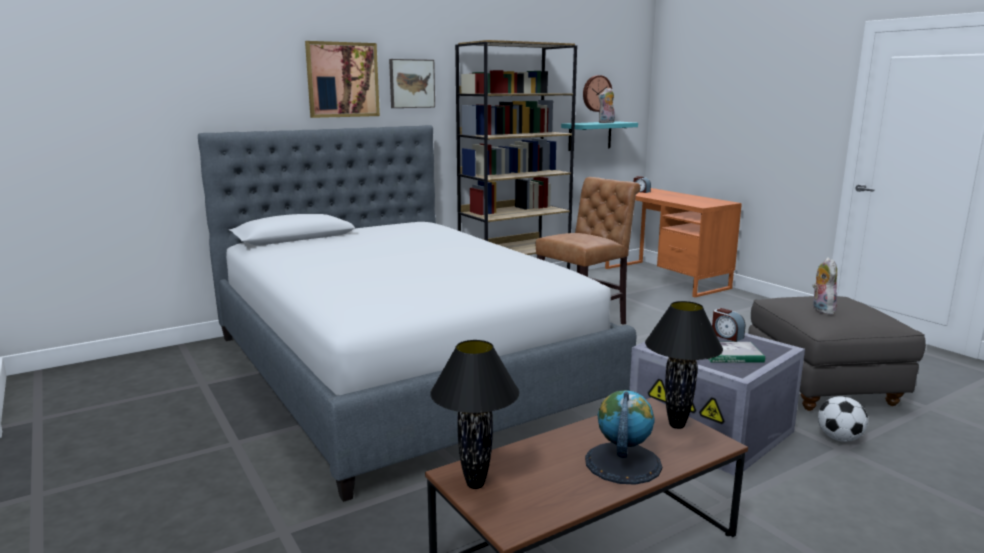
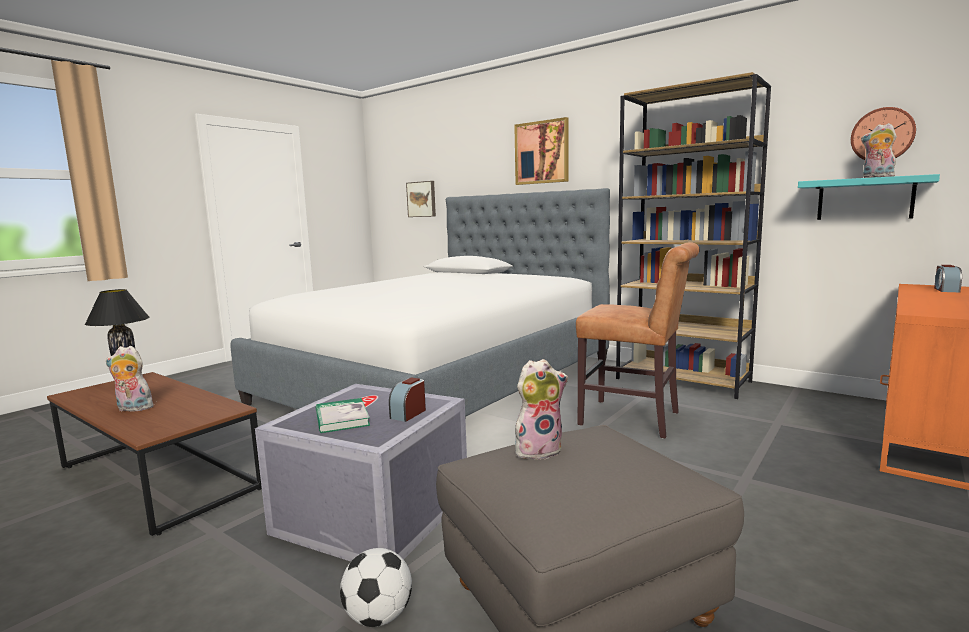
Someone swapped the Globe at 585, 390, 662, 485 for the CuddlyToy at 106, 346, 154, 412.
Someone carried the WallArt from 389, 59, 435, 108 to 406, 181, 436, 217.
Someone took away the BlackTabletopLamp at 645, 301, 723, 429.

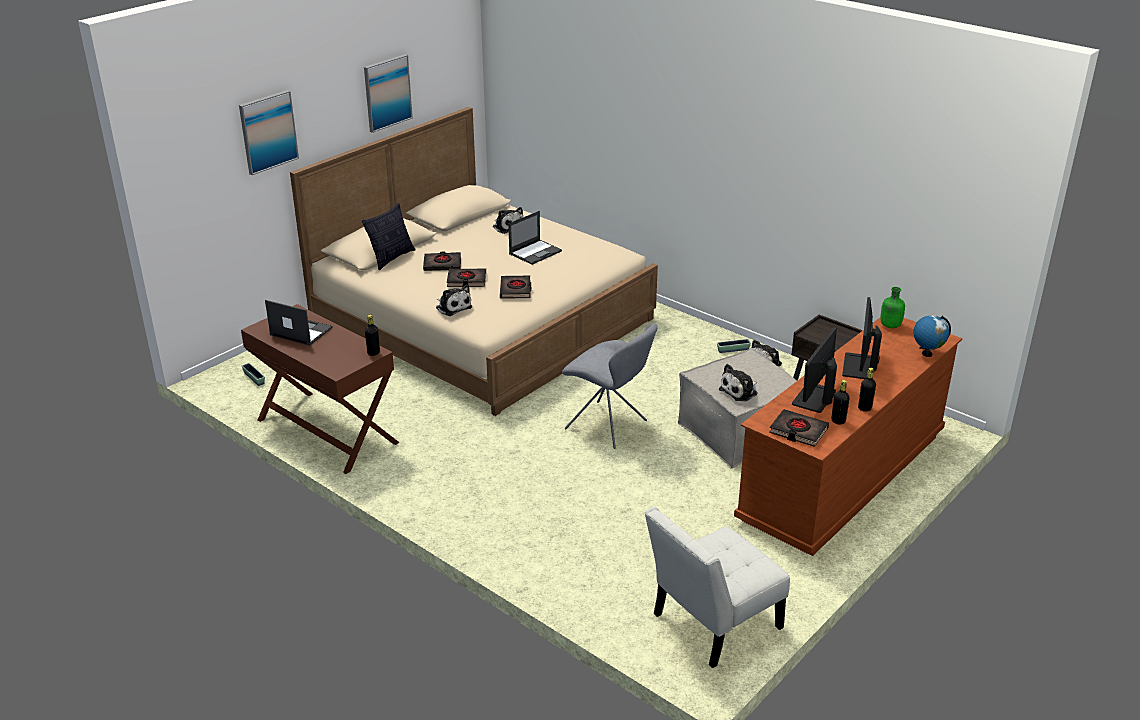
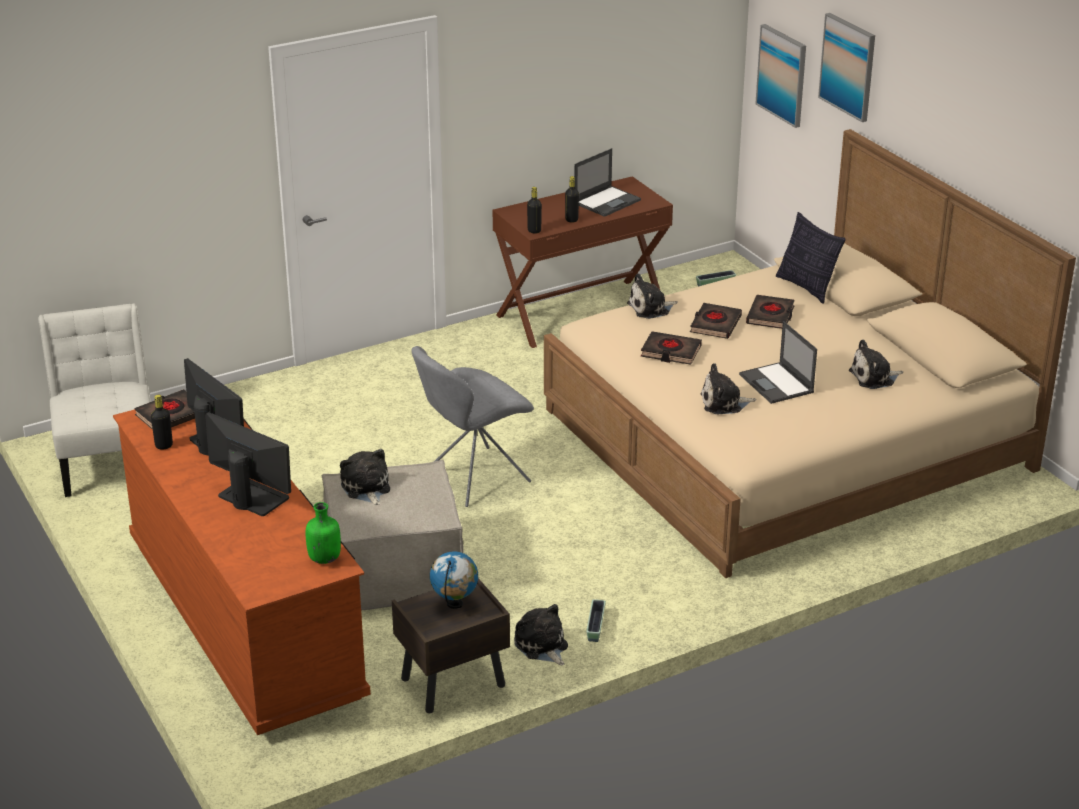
Someone carried the Globe from 913, 315, 951, 357 to 430, 551, 478, 609.
Someone carried the BlackBeverageBottle from 858, 368, 876, 412 to 565, 176, 579, 223.
Someone put down the CuddlyToy at 701, 363, 756, 414.
Someone carried the WallArt from 364, 54, 413, 133 to 755, 24, 806, 128.

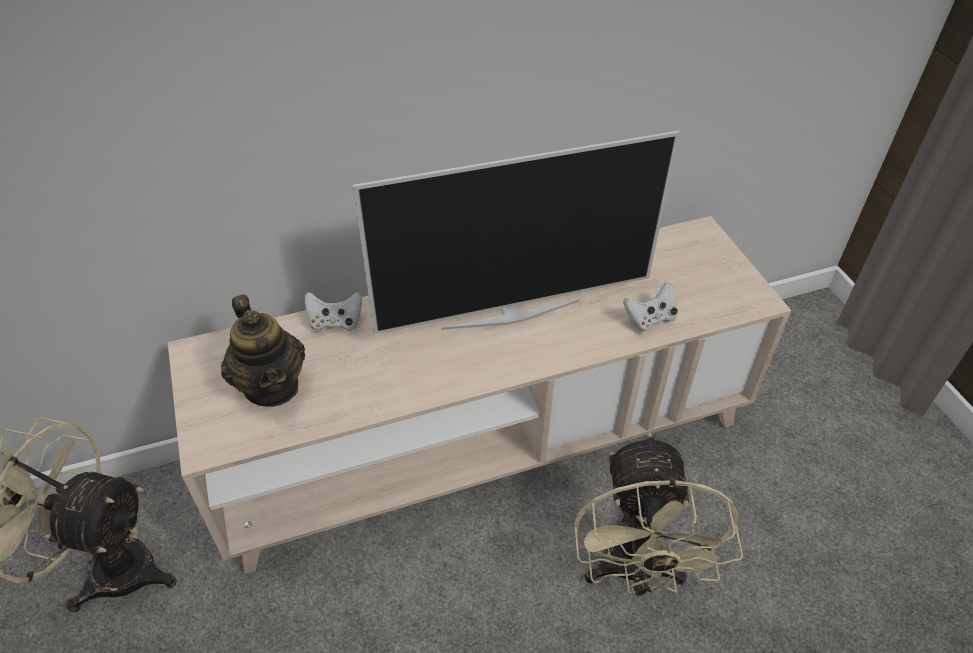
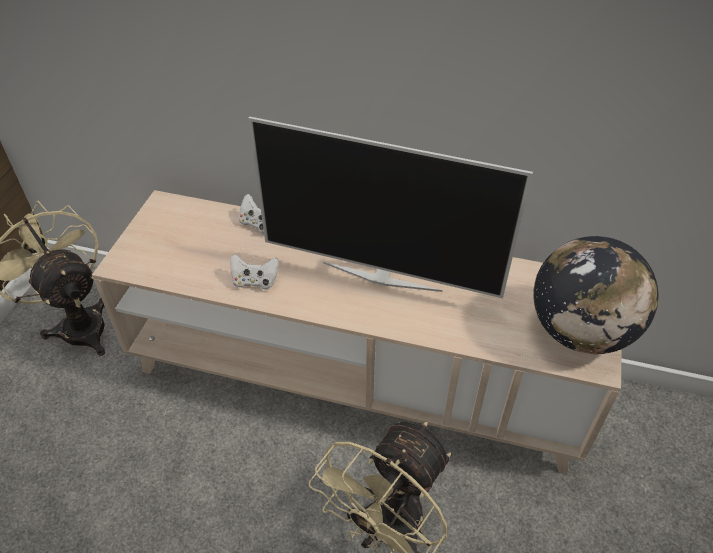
Someone carried the WhiteGameController from 623, 282, 678, 332 to 230, 254, 279, 290.
Someone put down the Globe at 533, 236, 658, 354.
Someone took away the Teapot at 221, 294, 305, 407.

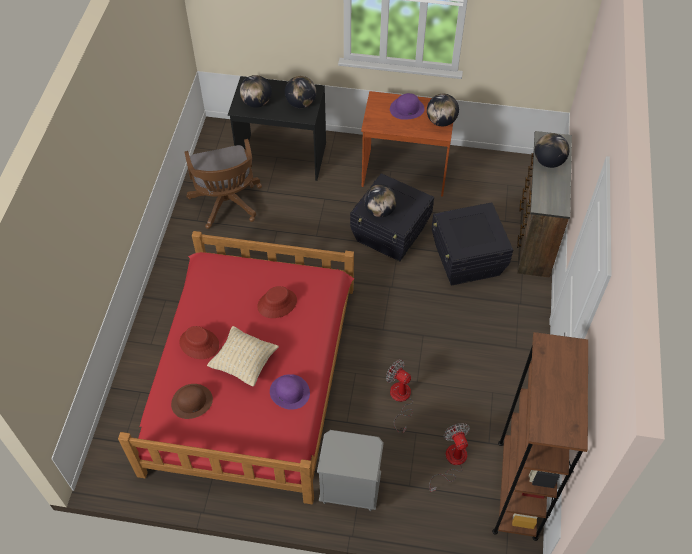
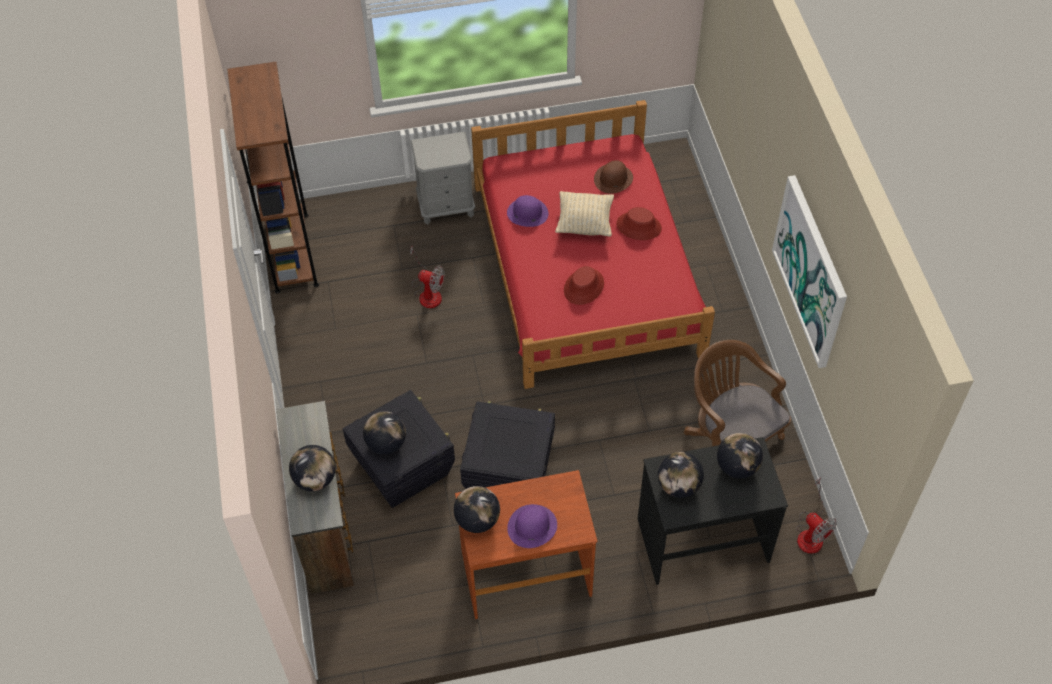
Someone carried the Globe from 364, 184, 397, 217 to 363, 411, 406, 454.
Someone put up the WallArt at 772, 175, 847, 368.
Someone carried the ElectricFan from 429, 423, 470, 492 to 796, 478, 837, 554.

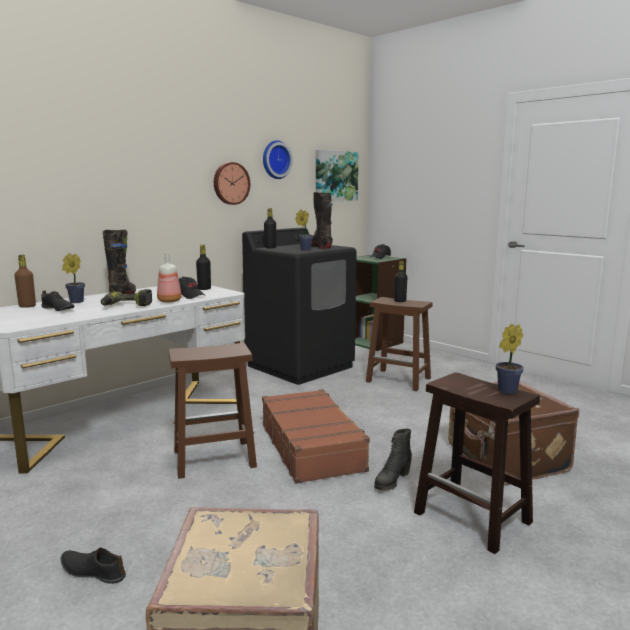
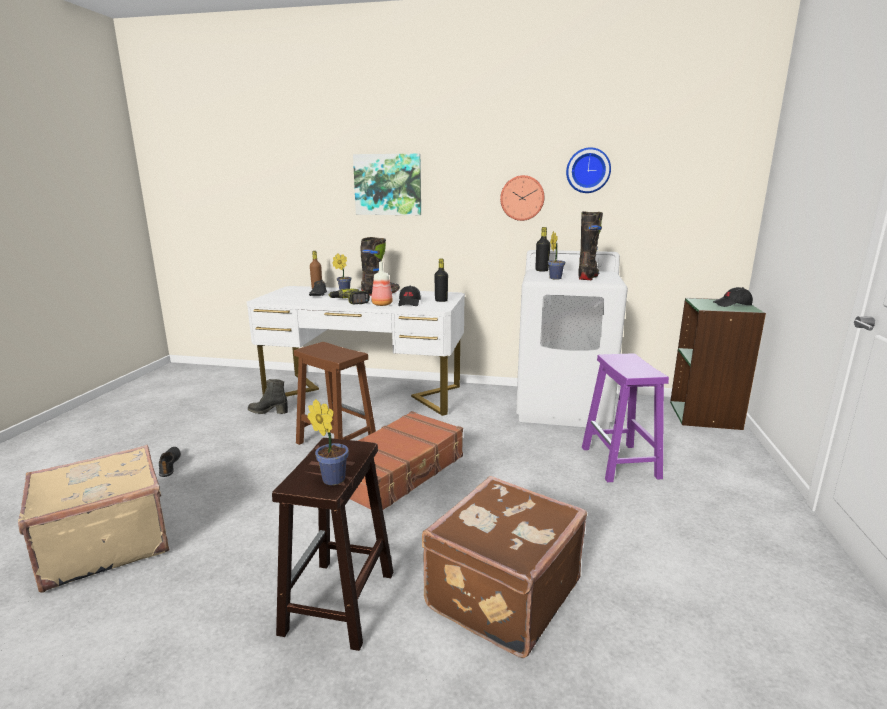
Someone carried the BlackBoot from 374, 428, 412, 491 to 248, 379, 288, 414.
Someone carried the WallArt from 316, 150, 359, 201 to 353, 154, 421, 215.
Someone repainted the BlackLaundryMachine at 242, 228, 357, 385, which became the WhiteLaundryMachine at 516, 250, 628, 429.
Someone repainted the BrownSittingStool at 366, 297, 433, 391, which became the PurpleSittingStool at 582, 353, 669, 482.
Someone took away the BlackBeverageBottle at 394, 261, 407, 302.

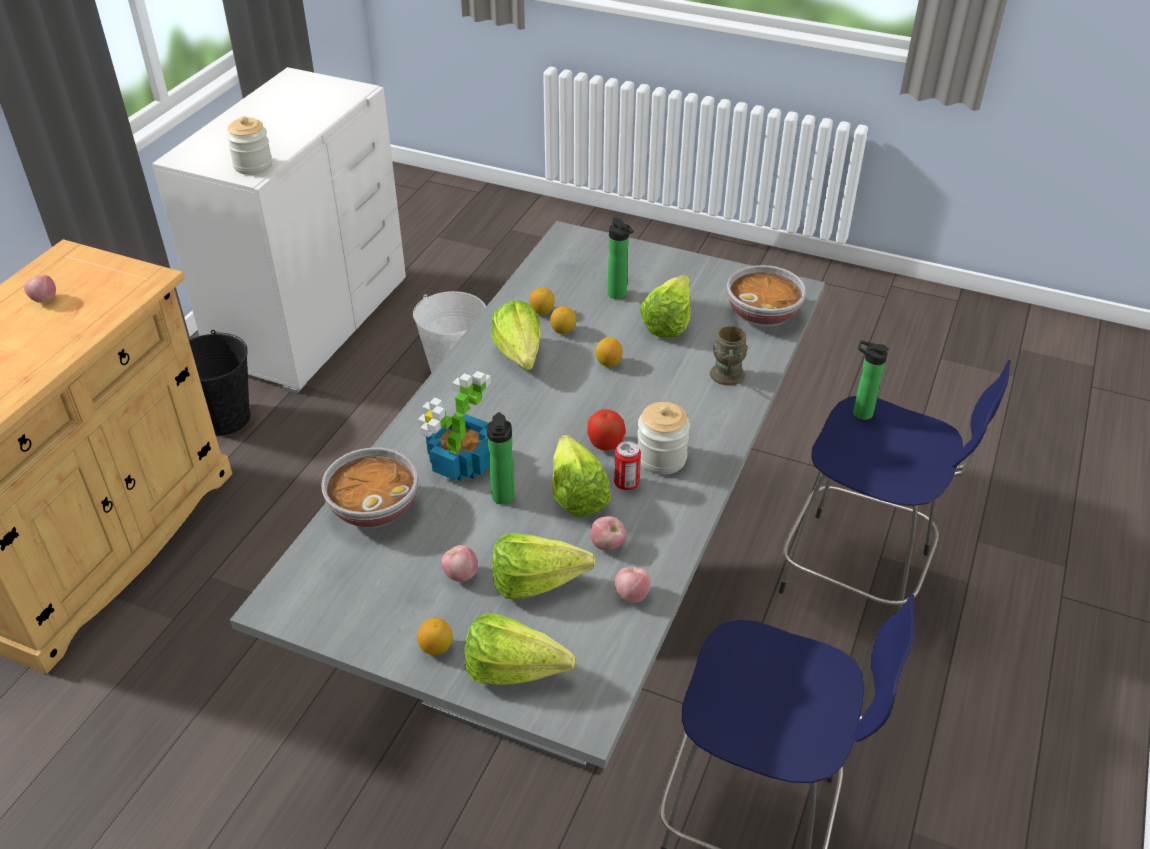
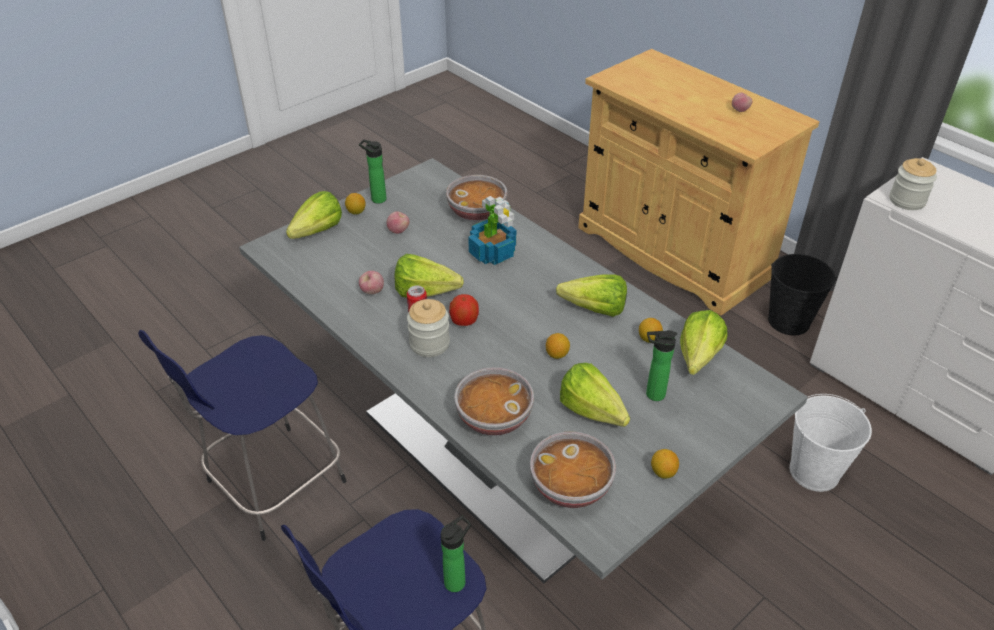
Someone carried the BeverageBottle from 487, 412, 515, 505 to 359, 139, 387, 204.
Someone swapped the BrownTeaMug at 710, 326, 748, 386 for the DeepDish at 454, 367, 534, 436.
Someone carried the WholeLemon from 550, 306, 576, 334 to 651, 449, 679, 479.
Someone carried the LettuceHead from 492, 533, 596, 599 to 680, 310, 727, 375.
Someone took away the WholeApple at 615, 566, 651, 603.

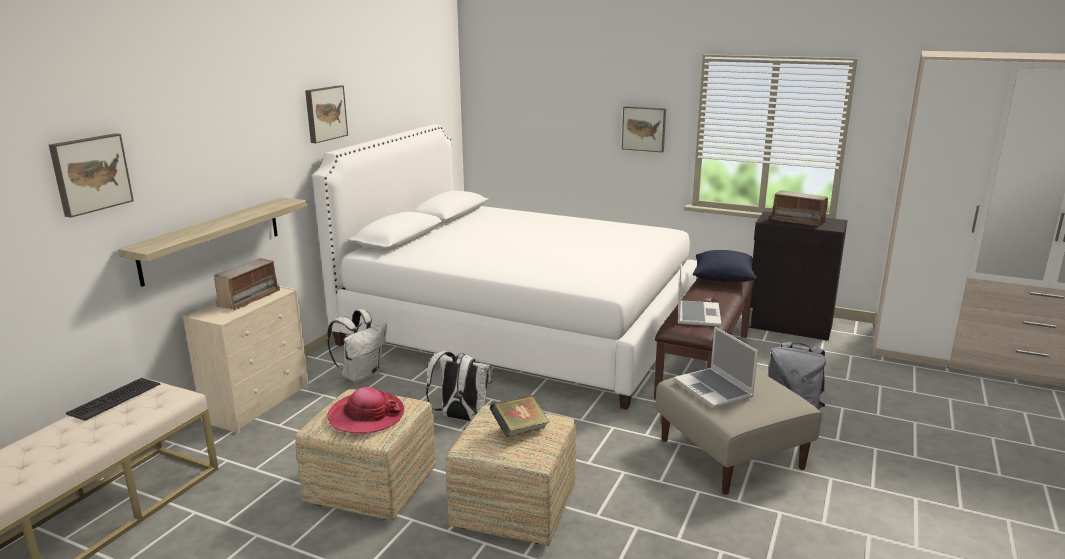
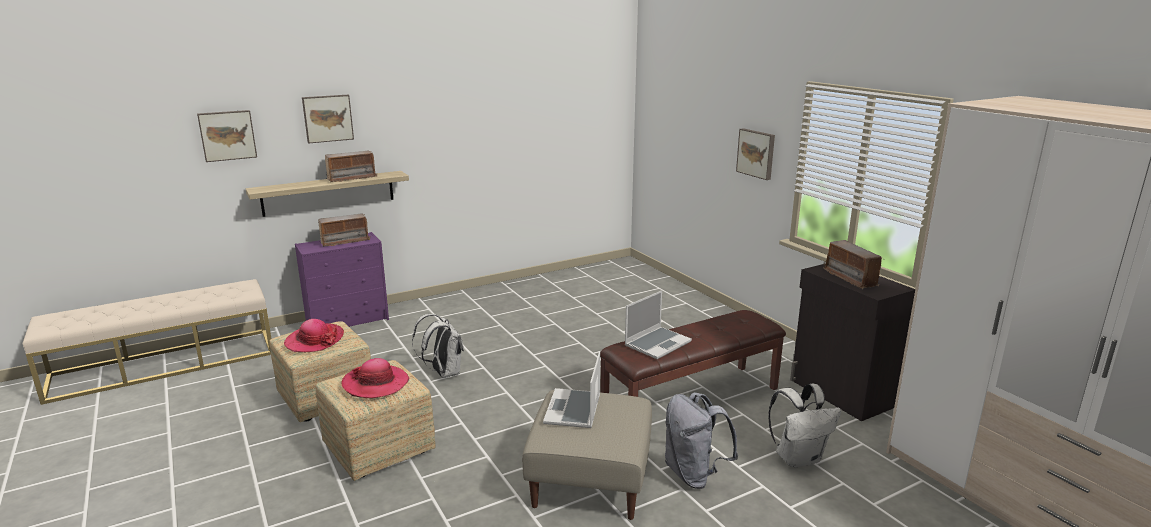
Someone repainted the BeigeColouredChestOfDrawers at 183, 285, 309, 433, which became the PurpleChestOfDrawers at 295, 232, 389, 327.
Someone carried the WallArt from 305, 85, 348, 143 to 302, 95, 354, 143.
Someone put down the Radio at 325, 151, 378, 183.
Someone swapped the Volume at 490, 395, 550, 437 for the Hat at 341, 358, 409, 398.
Someone carried the WhiteKnapsack from 327, 309, 387, 383 to 768, 384, 841, 468.
Someone took away the Keyboard at 66, 378, 160, 421.
Someone took away the WhiteSleepingBed at 312, 125, 698, 409.
Someone took away the BlueThrowPillow at 693, 250, 758, 282.

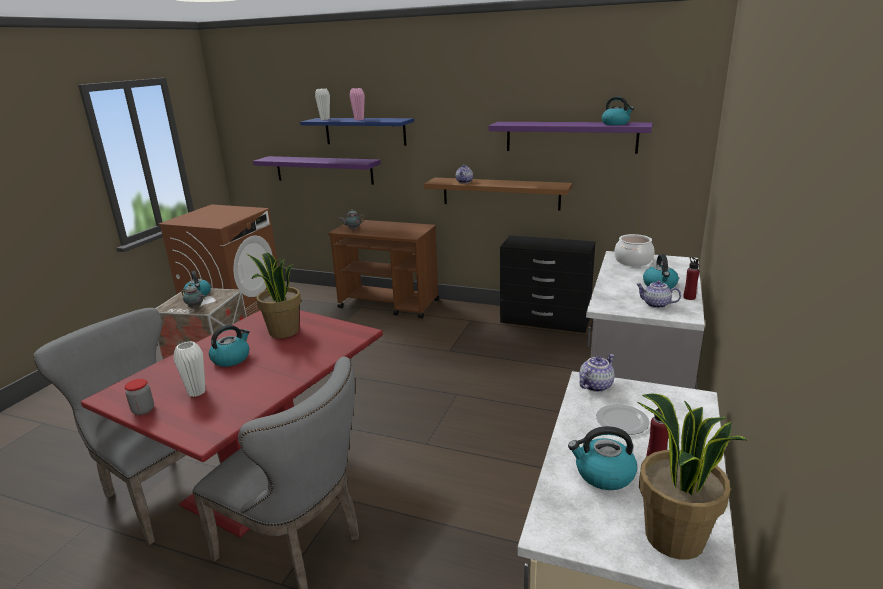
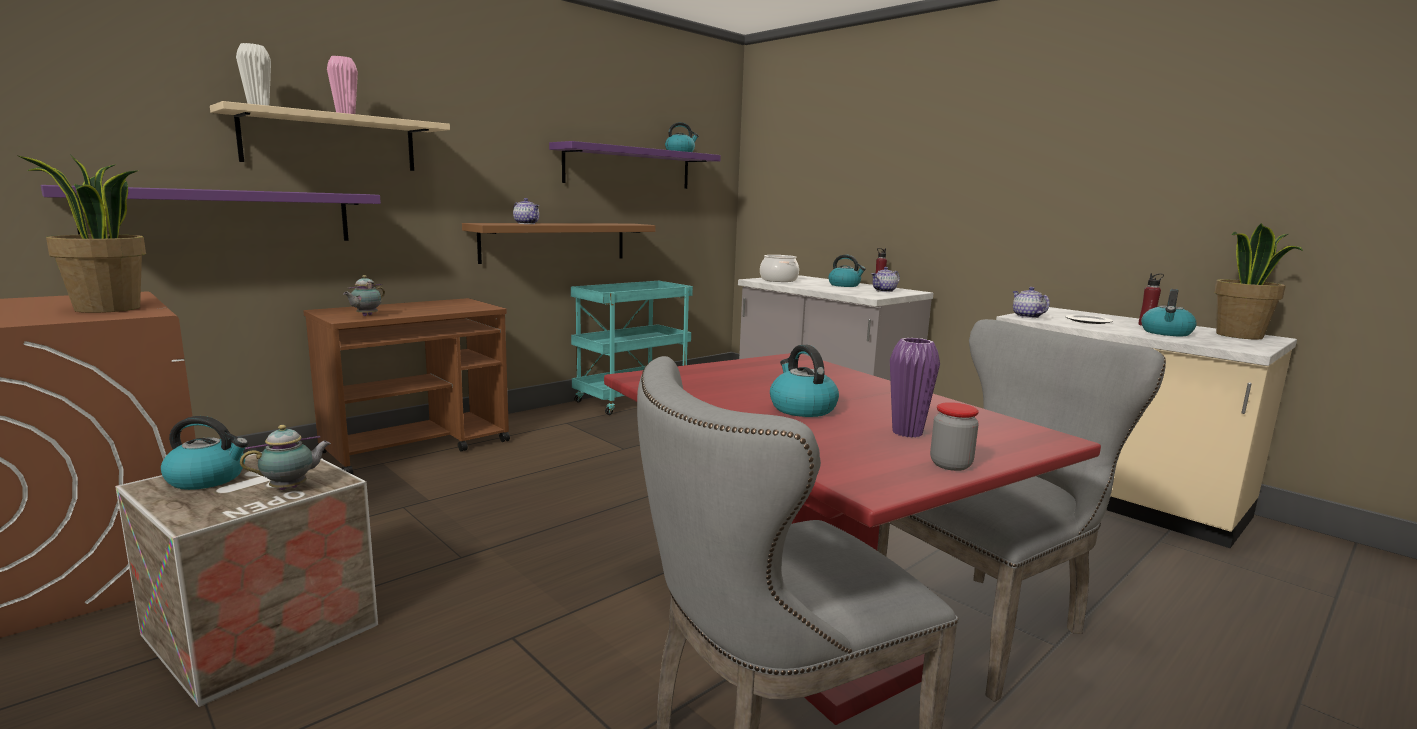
Someone carried the Houseplant from 246, 252, 301, 338 to 19, 155, 146, 313.
Someone repainted the BlueShelf at 300, 118, 414, 146, which became the BeigeColouredShelf at 210, 101, 450, 171.
Someone swapped the BlackChestOfDrawers at 500, 235, 595, 333 for the BlueGreenWheeledCart at 571, 281, 693, 415.
Someone repainted the WhiteFlowerVase at 173, 341, 206, 397, which became the PurpleFlowerVase at 890, 338, 940, 438.

